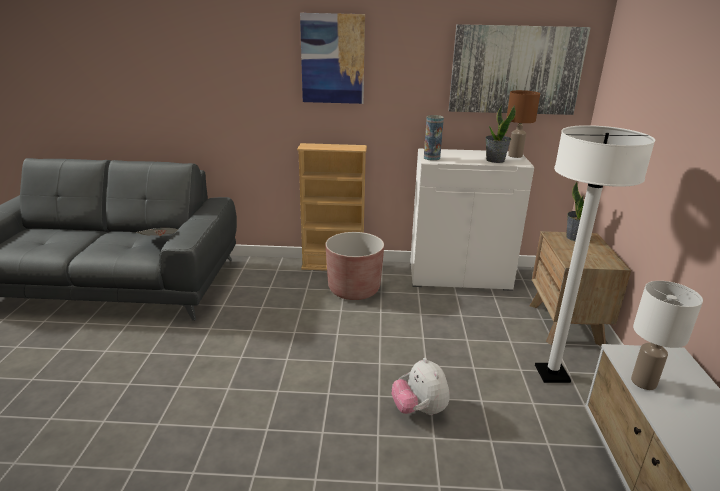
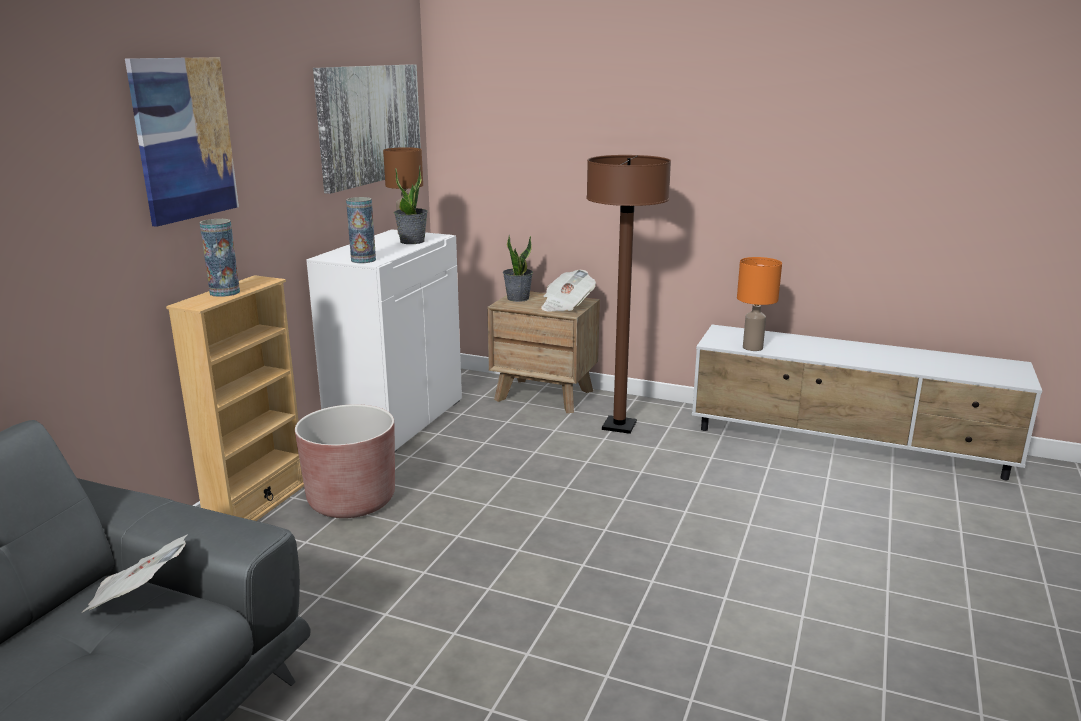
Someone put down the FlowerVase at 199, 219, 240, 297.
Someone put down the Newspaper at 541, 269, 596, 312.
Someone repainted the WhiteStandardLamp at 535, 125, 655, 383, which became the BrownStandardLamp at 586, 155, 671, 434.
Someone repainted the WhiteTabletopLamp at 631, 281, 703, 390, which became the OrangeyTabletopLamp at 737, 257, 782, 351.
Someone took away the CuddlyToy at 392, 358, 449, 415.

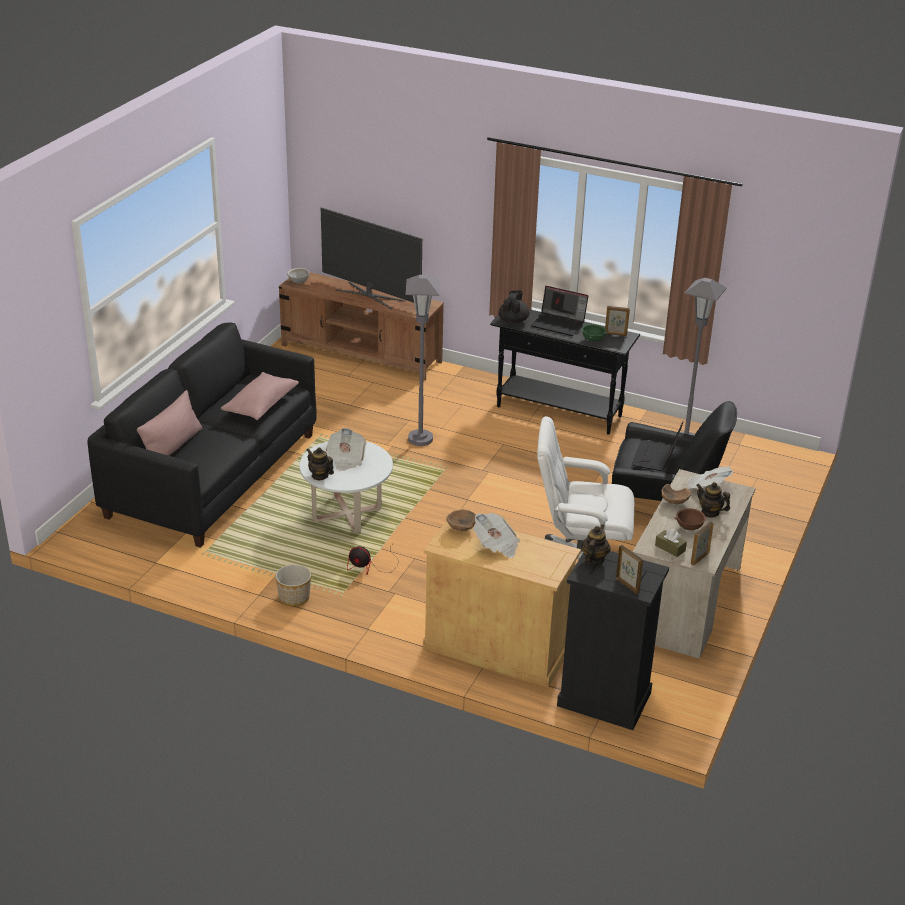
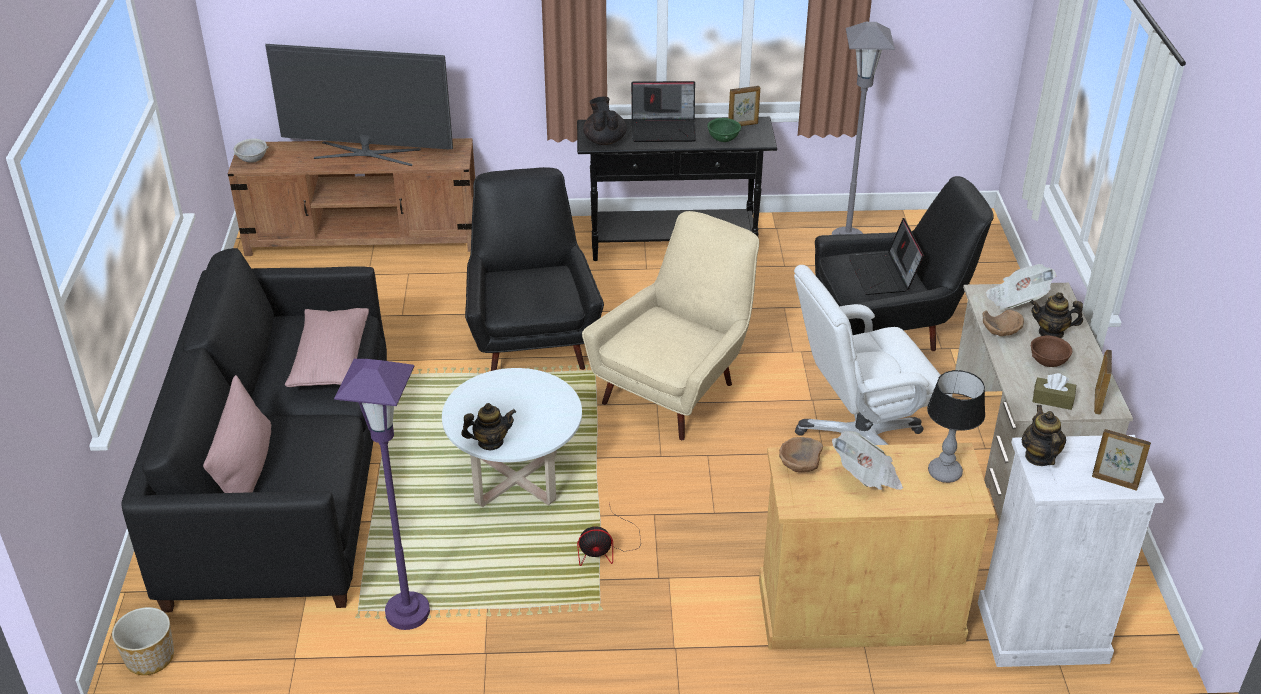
Someone carried the Planter from 275, 564, 311, 606 to 112, 607, 174, 675.
Someone put down the PurpleStandardLamp at 334, 359, 430, 630.
Someone rotated the Teapot at 307, 447, 334, 480 by 150 degrees clockwise.
Someone swapped the GreyishStandardLamp at 406, 275, 440, 446 for the BlackLoungeChair at 465, 167, 604, 371.
Someone put down the BeigeColouredLoungeChair at 582, 211, 760, 440.
Someone put down the TabletopLamp at 927, 370, 985, 483.
Someone repainted the BlackChestOfDrawers at 557, 551, 669, 730, which became the WhiteChestOfDrawers at 978, 435, 1164, 667.
Someone took away the Newspaper at 326, 428, 366, 471.

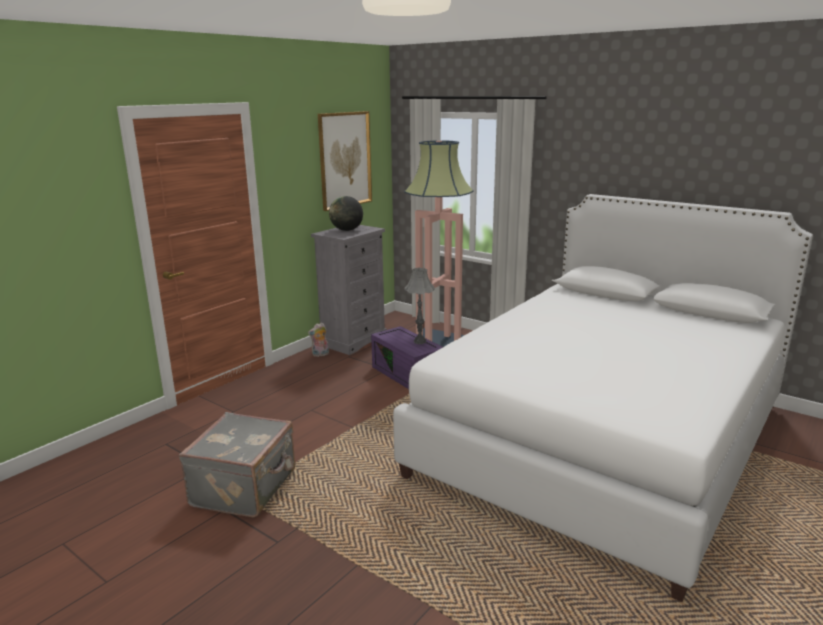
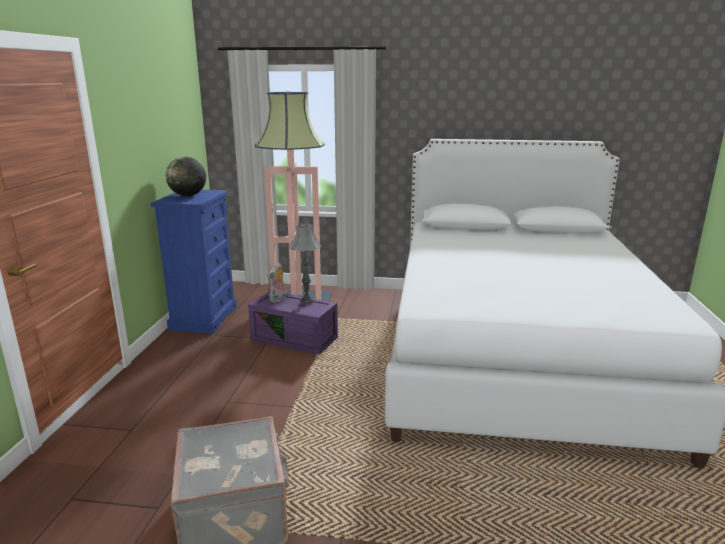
Someone repainted the GreyishChestOfDrawers at 311, 225, 387, 355, which became the BlueChestOfDrawers at 151, 190, 237, 334.
Someone carried the CuddlyToy from 308, 322, 329, 357 to 267, 262, 286, 303.
Someone took away the WallArt at 318, 111, 372, 211.

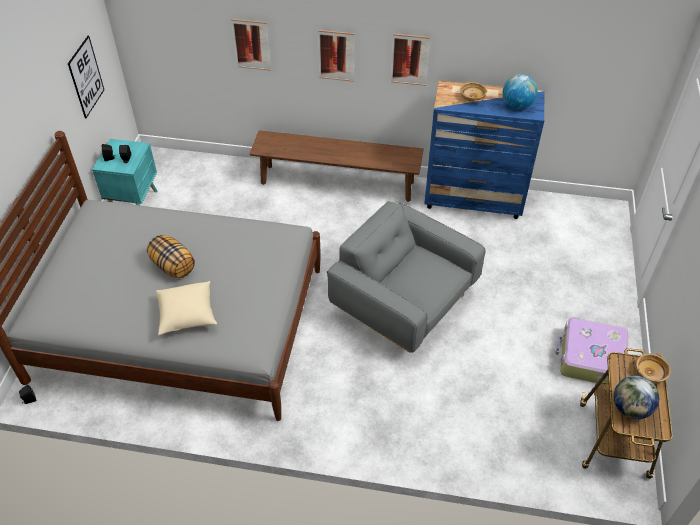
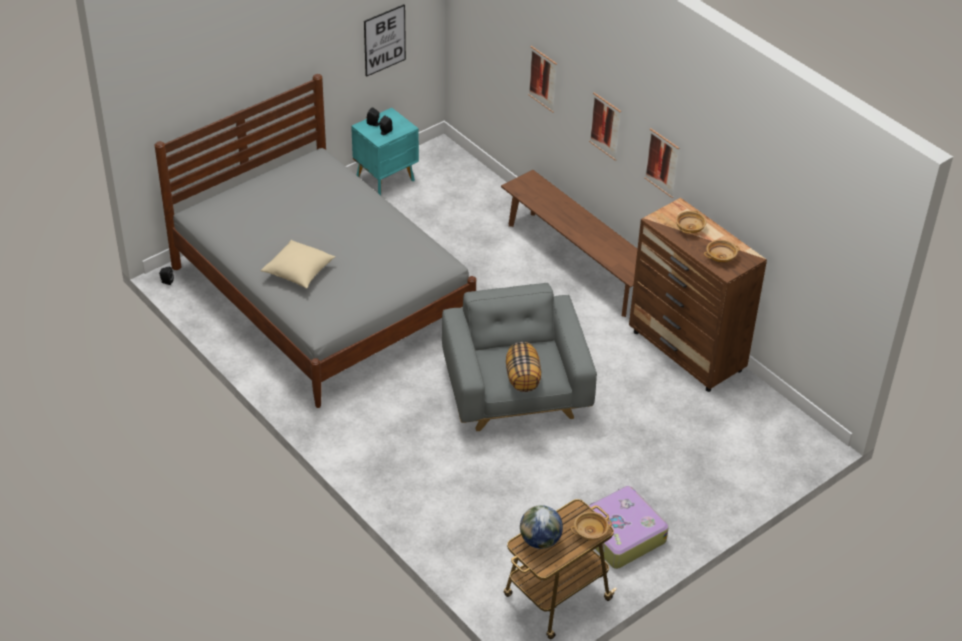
Someone carried the ThrowPillow from 147, 235, 195, 278 to 506, 342, 541, 392.
Someone repainted the BlueChestOfDrawers at 424, 81, 545, 219, which became the BrownChestOfDrawers at 629, 198, 767, 392.
Someone swapped the Globe at 503, 74, 538, 109 for the BeigeColouredDeepDish at 704, 240, 740, 263.

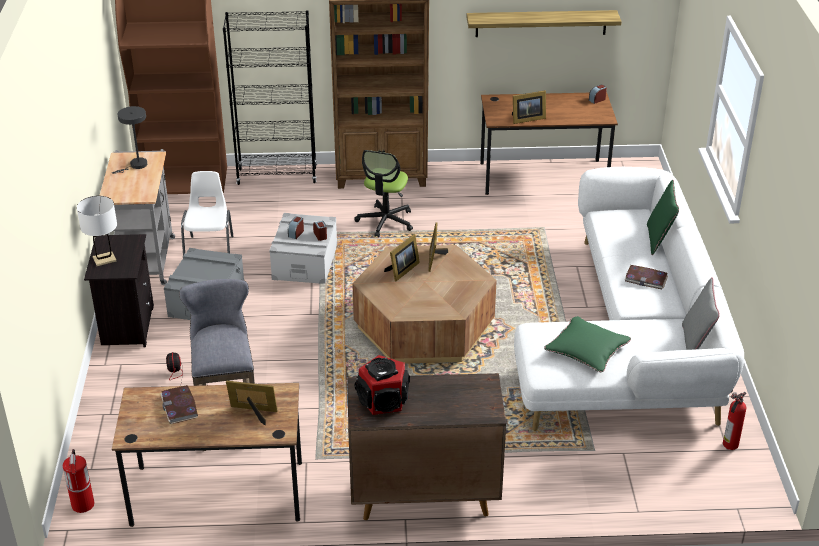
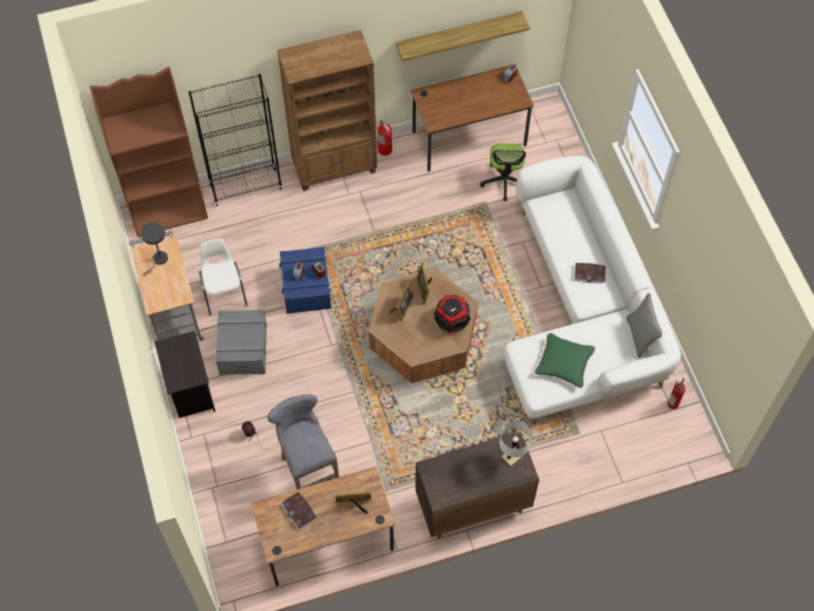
Someone repainted the GreyishStorageContainer at 269, 213, 337, 284, which became the BlueStorageContainer at 279, 247, 331, 314.
Someone carried the Extinguisher from 63, 449, 94, 513 to 378, 120, 392, 156.
Someone carried the Loudspeaker from 355, 355, 410, 415 to 434, 295, 470, 333.
Someone carried the DeskChair from 355, 150, 413, 237 to 480, 143, 526, 201.
Someone carried the WhiteTabletopLamp from 77, 196, 117, 266 to 499, 420, 532, 466.
Someone took away the StandingFrame at 512, 90, 546, 124.
Someone took away the GreenishThrowPillow at 647, 180, 679, 255.

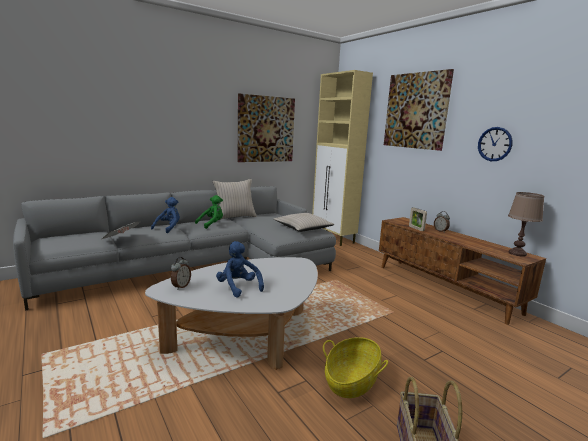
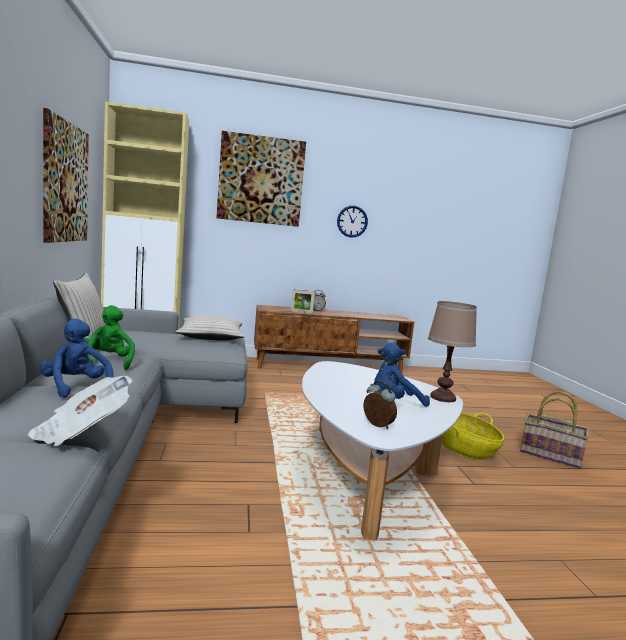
Someone carried the BrownTabletopLamp from 508, 192, 544, 257 to 428, 301, 477, 402.

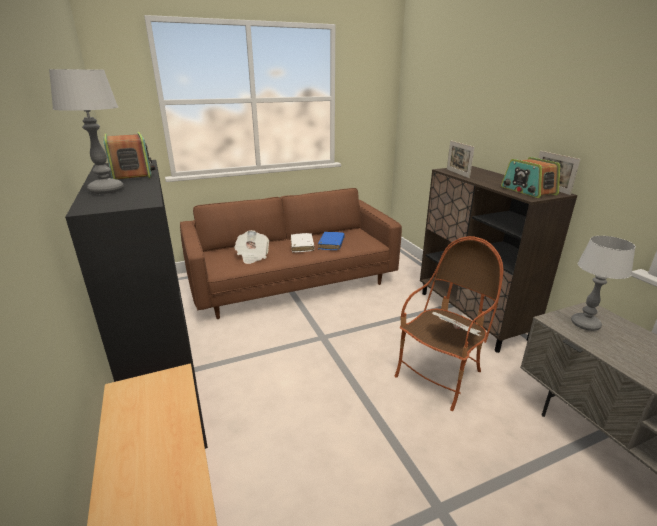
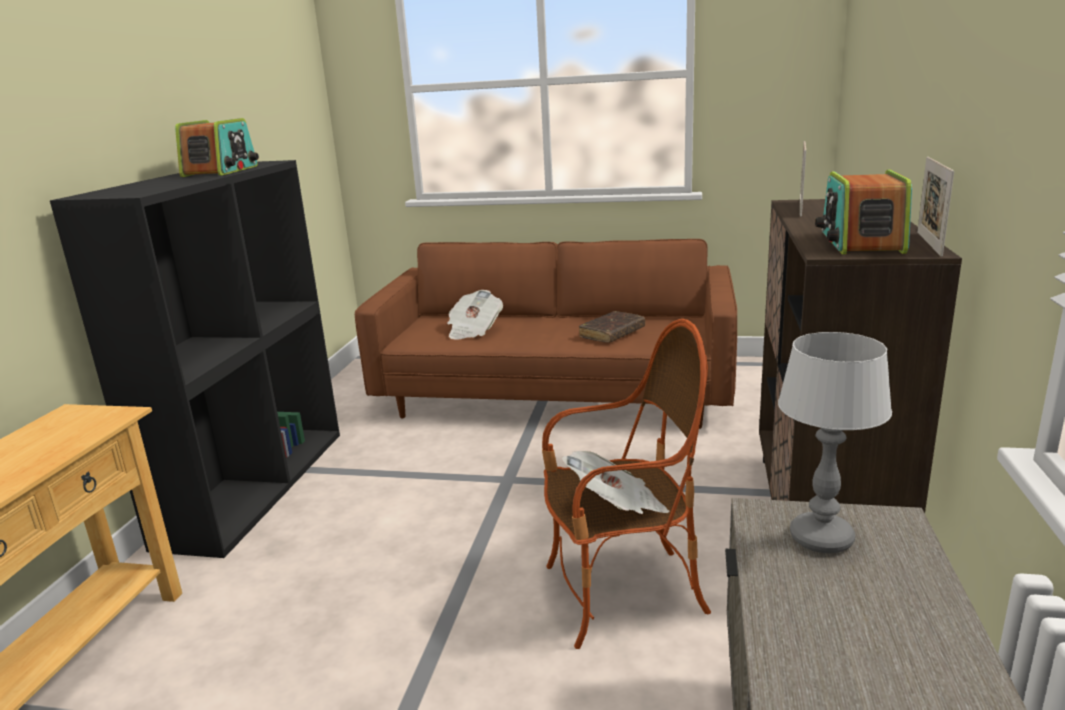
Someone repainted the BlueVolume at 318, 232, 345, 250, which became the BrownVolume at 579, 311, 645, 343.
Someone took away the TabletopLamp at 49, 69, 124, 194.
Someone took away the WhiteVolume at 291, 233, 315, 253.

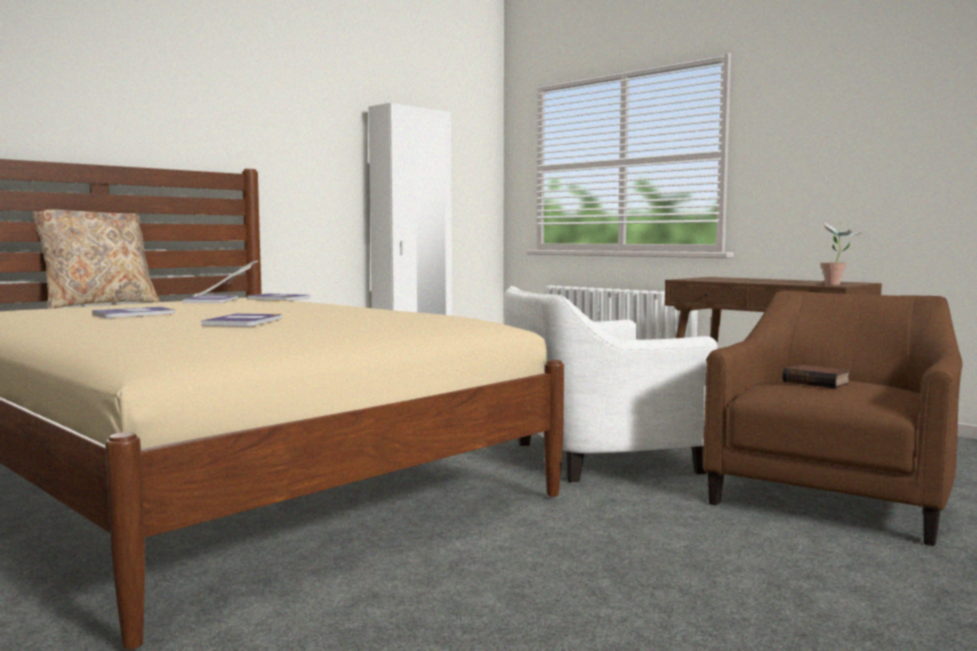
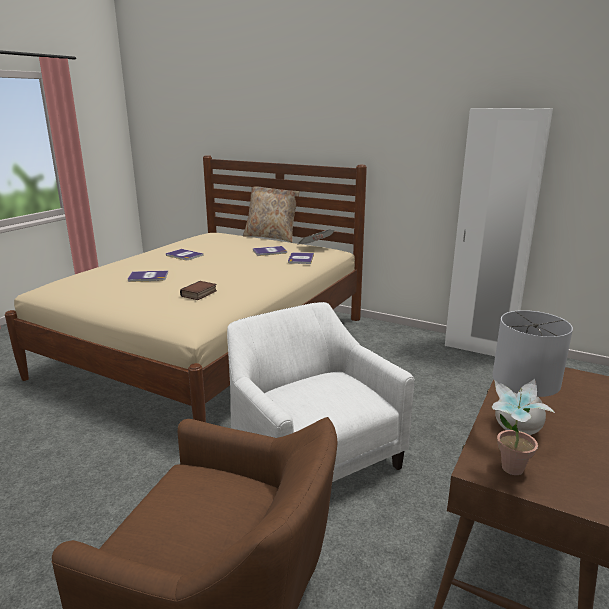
Someone carried the Volume from 782, 364, 851, 388 to 180, 281, 217, 300.
Someone put down the GreyishTabletopLamp at 493, 310, 573, 435.

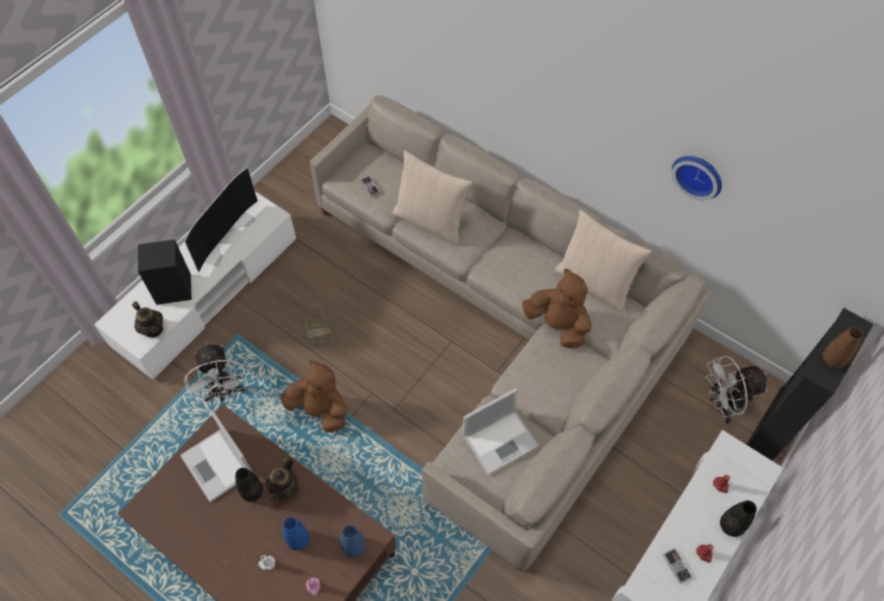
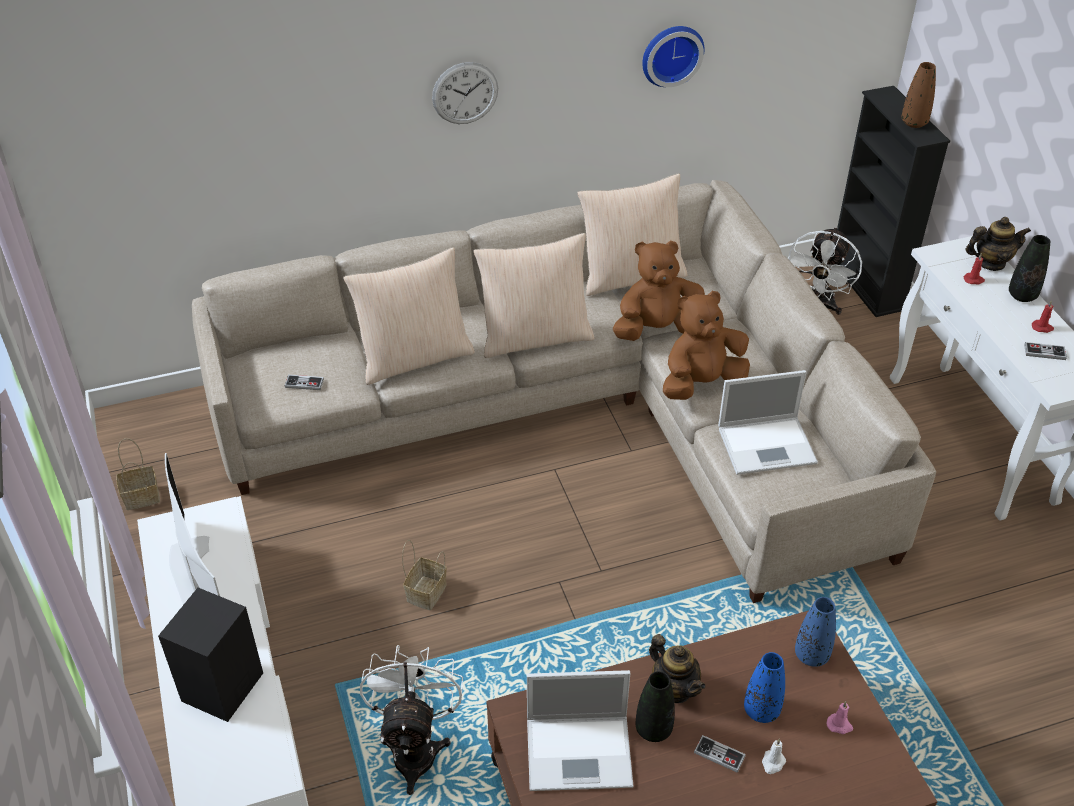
Someone put down the Basket at 116, 438, 160, 510.
Someone rotated the WhiteElectricFan at 184, 343, 246, 403 by 105 degrees counterclockwise.
Someone put up the ClockOnTheWall at 432, 62, 498, 124.
Someone put down the BeigeColouredThrowPillow at 473, 233, 594, 358.
Someone carried the BrownCuddlyToy from 281, 360, 347, 432 to 663, 291, 750, 400.
Someone put down the GameController at 694, 735, 746, 773.
Someone rotated the Laptop at 463, 388, 539, 475 by 75 degrees clockwise.
Someone carried the Teapot from 132, 301, 163, 337 to 965, 217, 1031, 271.

